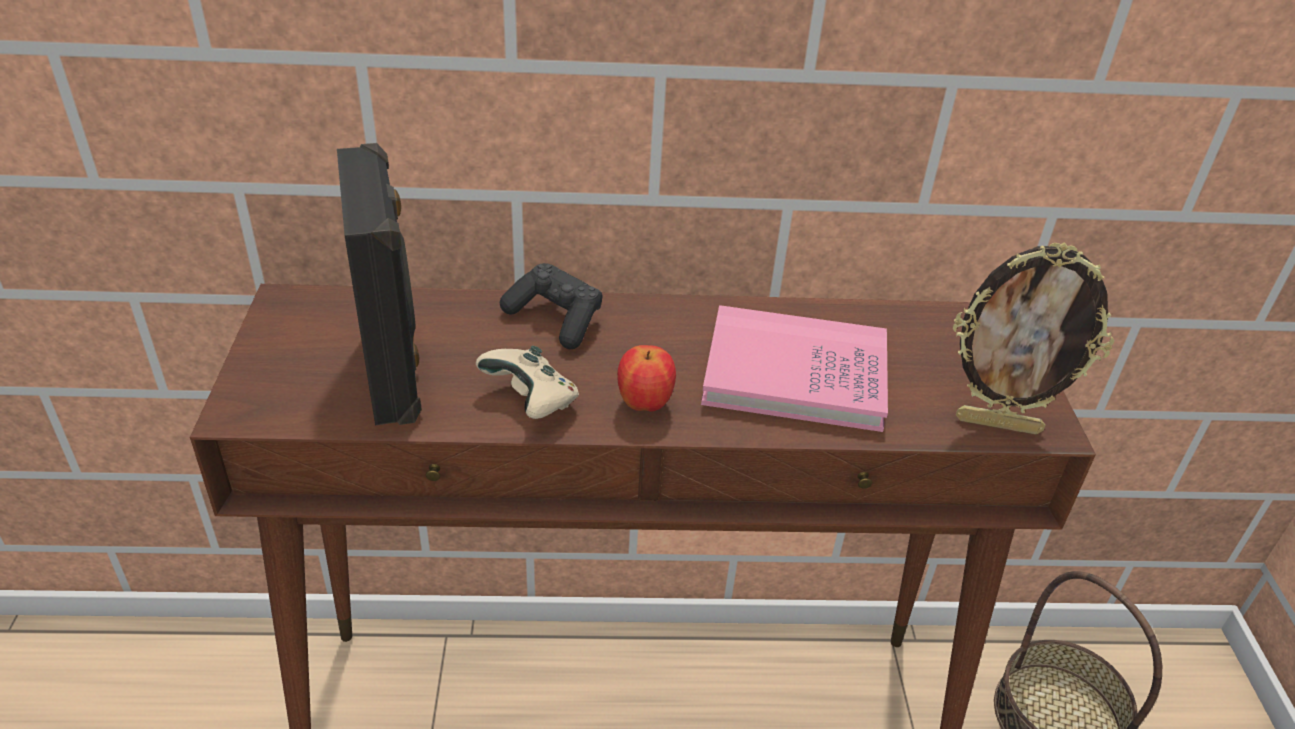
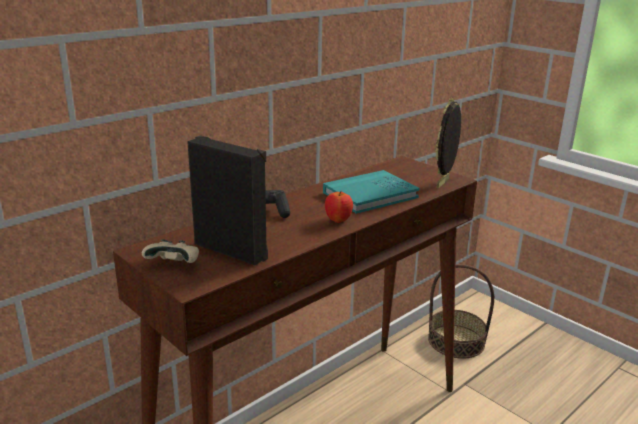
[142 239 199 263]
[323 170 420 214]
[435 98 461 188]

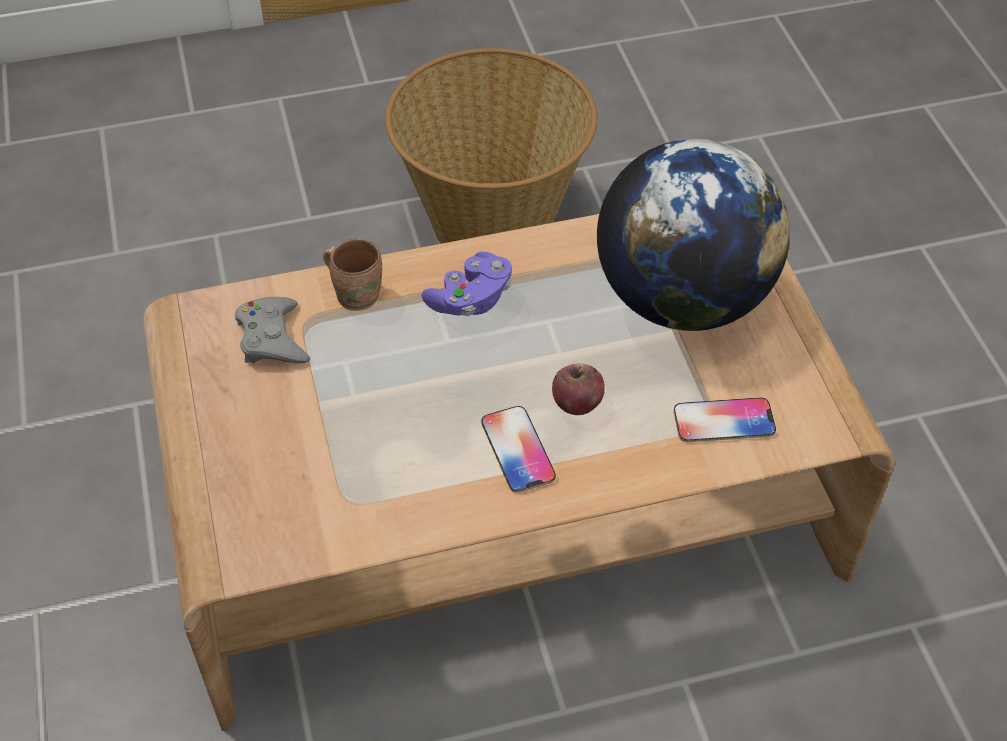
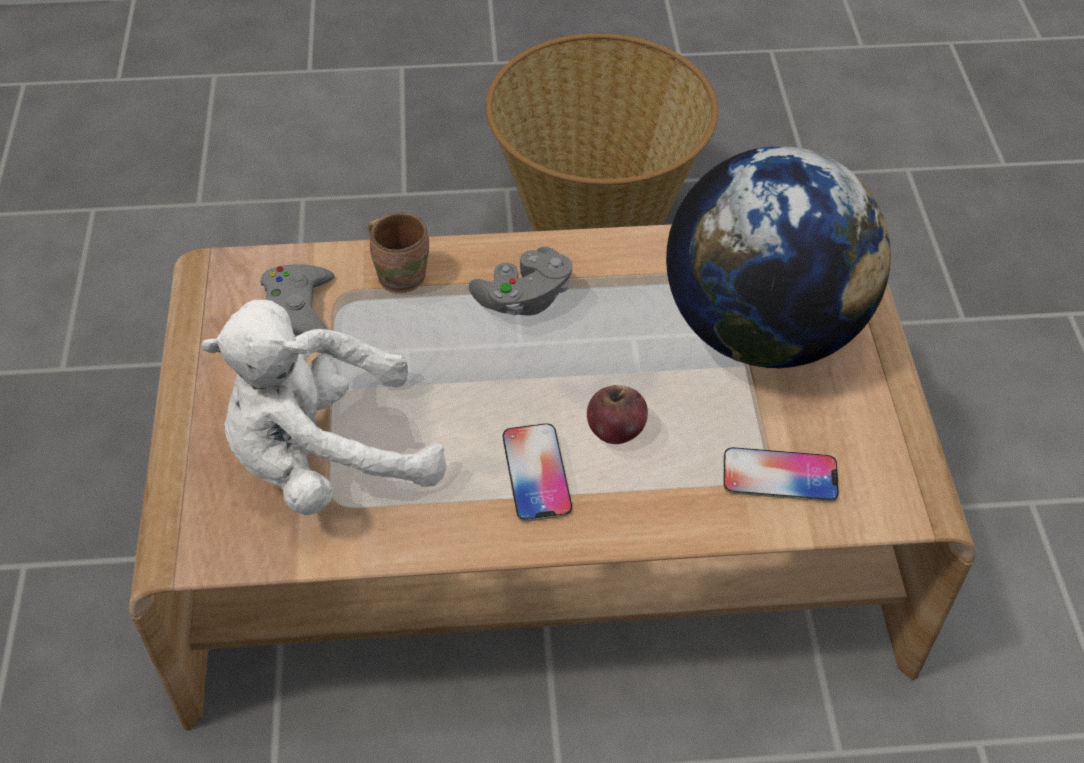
[469 247 572 316]
[201 300 447 515]

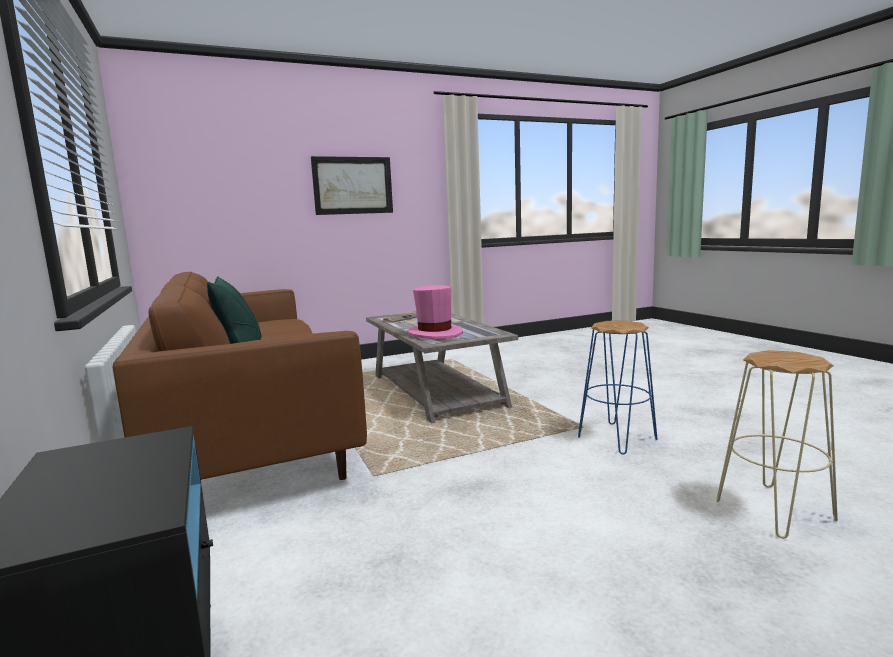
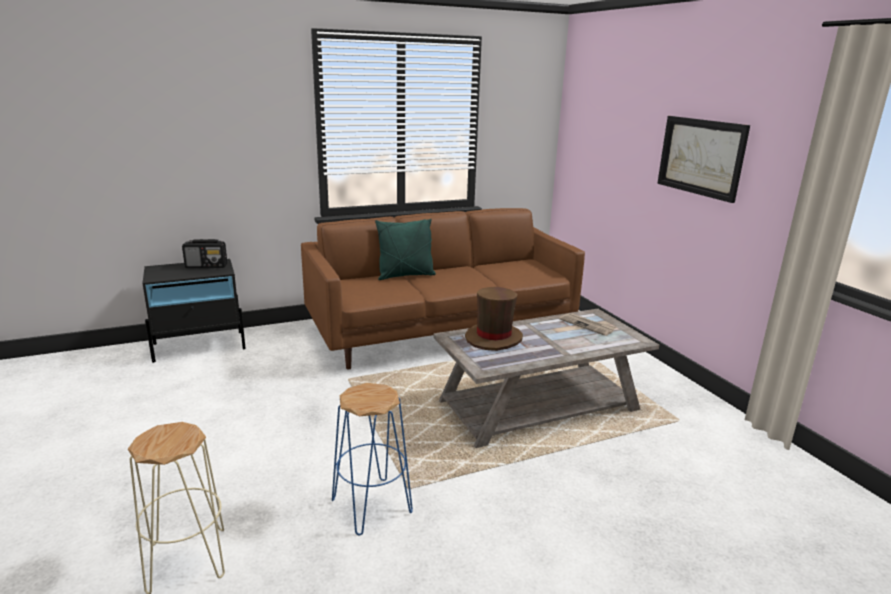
[465 287 523 351]
[182 239 227 268]

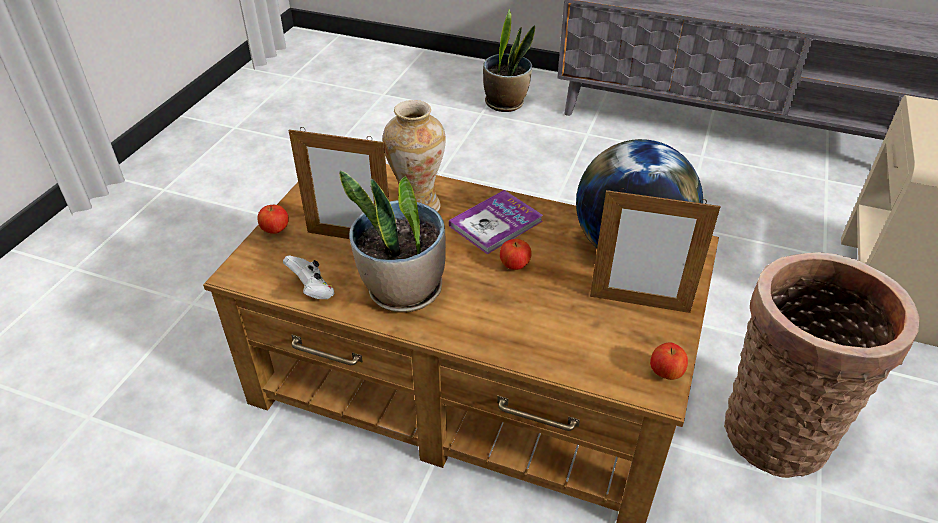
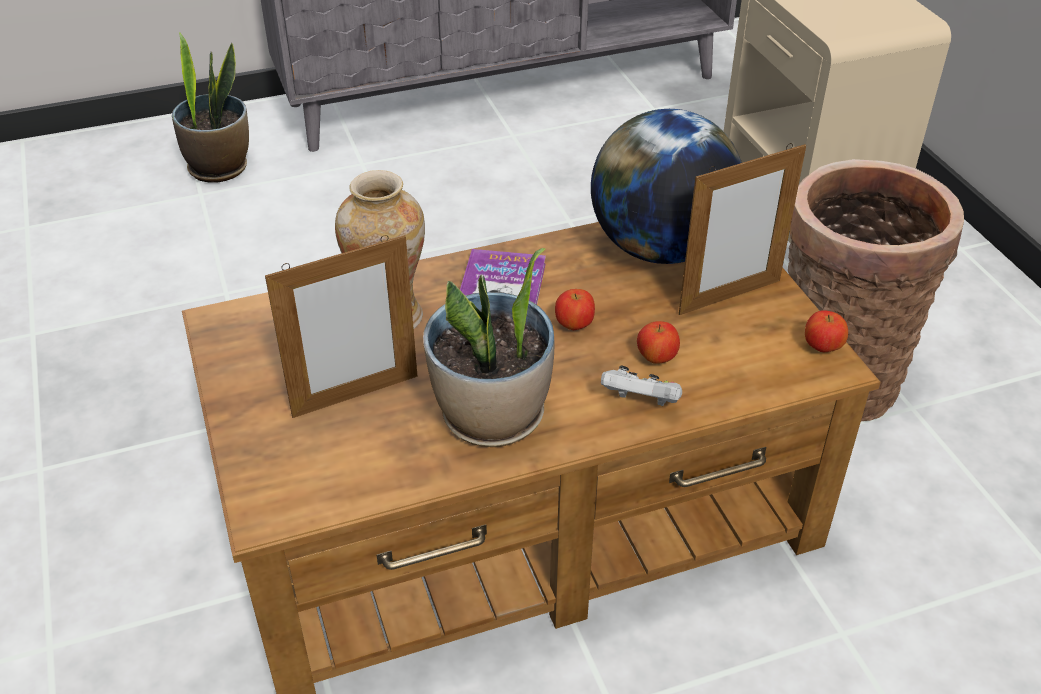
[637 321 680 364]
[601 365 682 406]

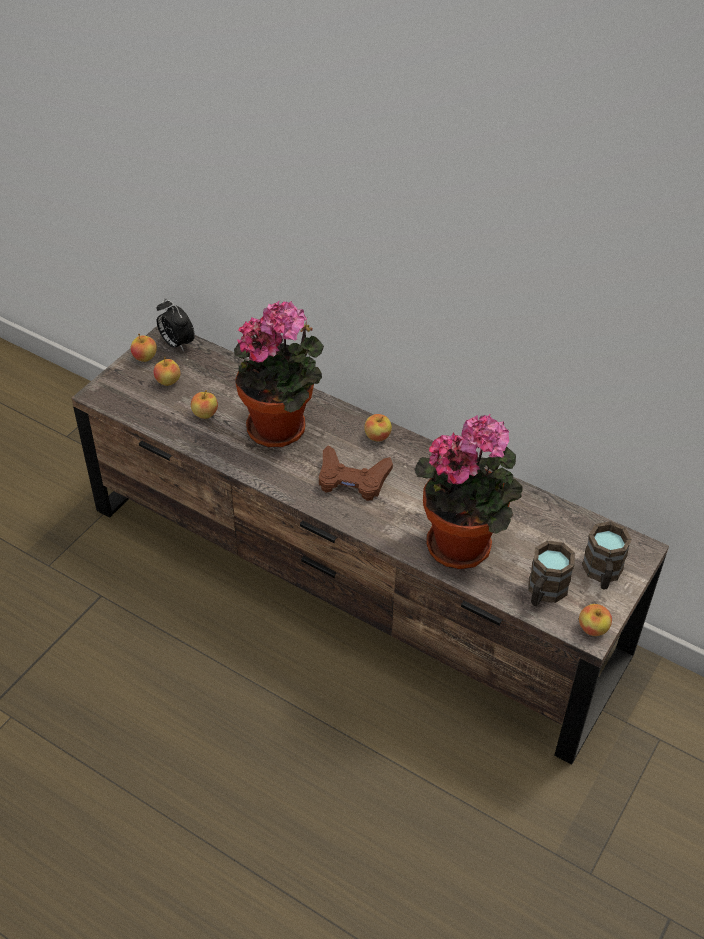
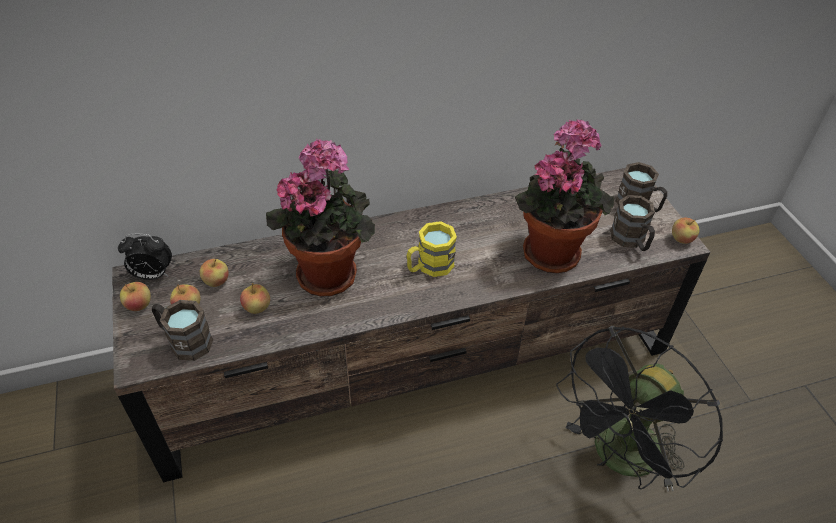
[407 221 457 277]
[200 259 229 287]
[152 300 213 361]
[556 326 723 492]

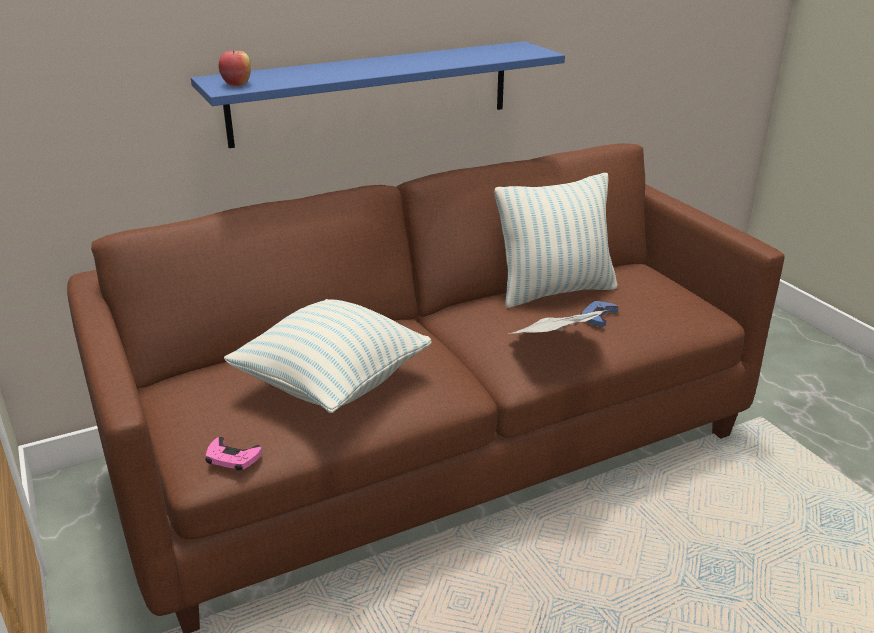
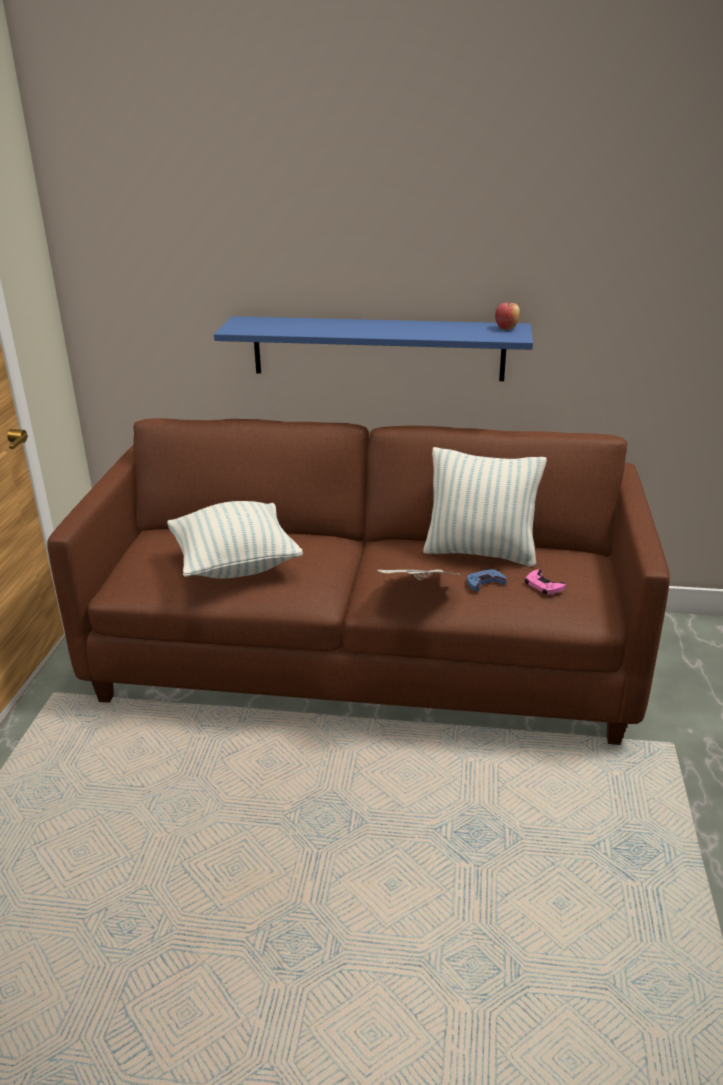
[525 569 566 595]
[495 302 520 330]

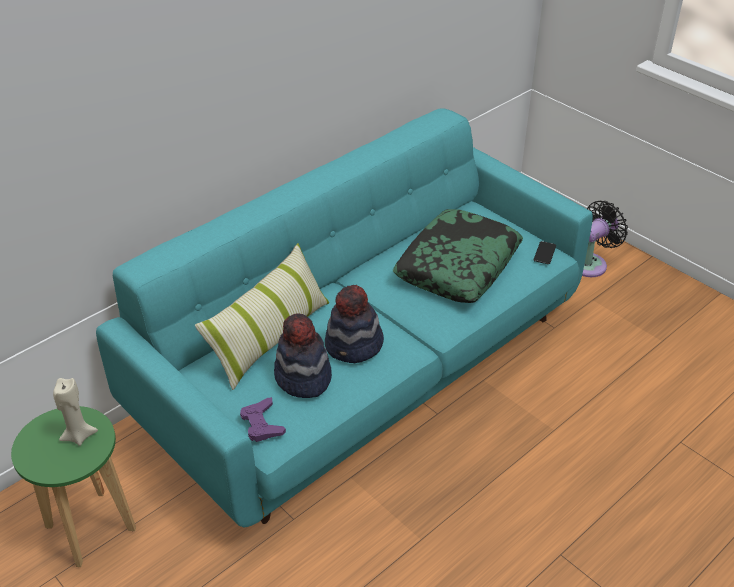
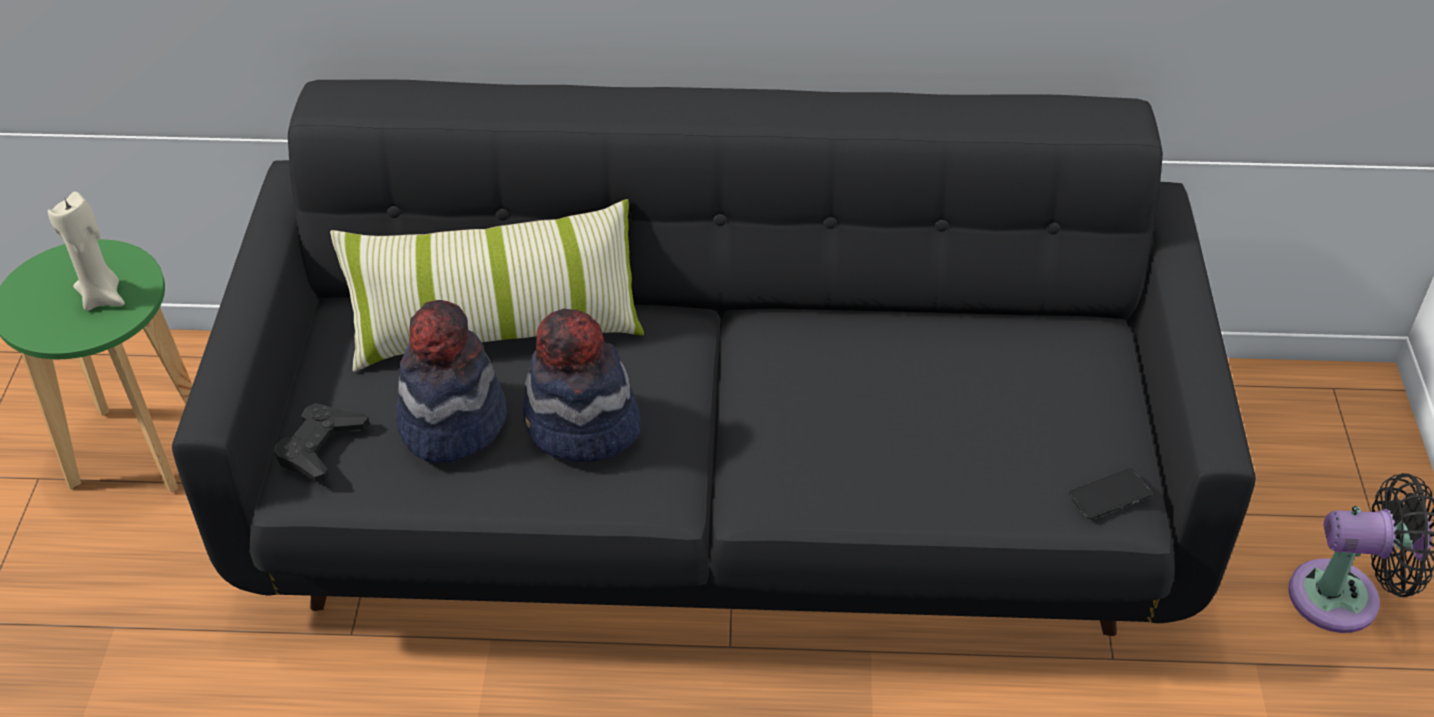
[172 79 1256 636]
[274 403 370 482]
[393 209 523 303] (first image)

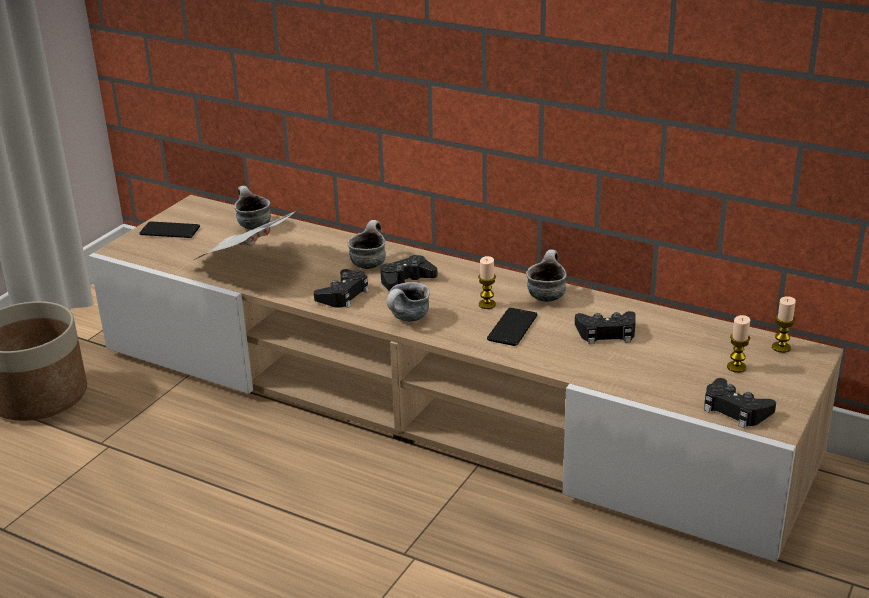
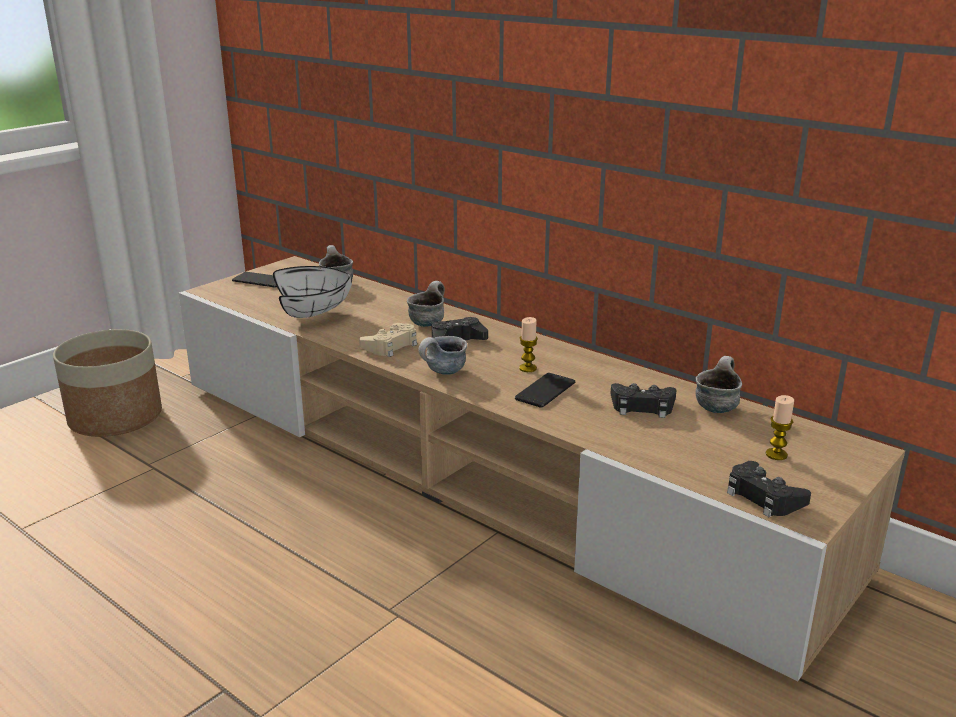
[273 266 352 318]
[359 323 417 357]
[696 356 742 413]
[772 296 796 353] (first image)

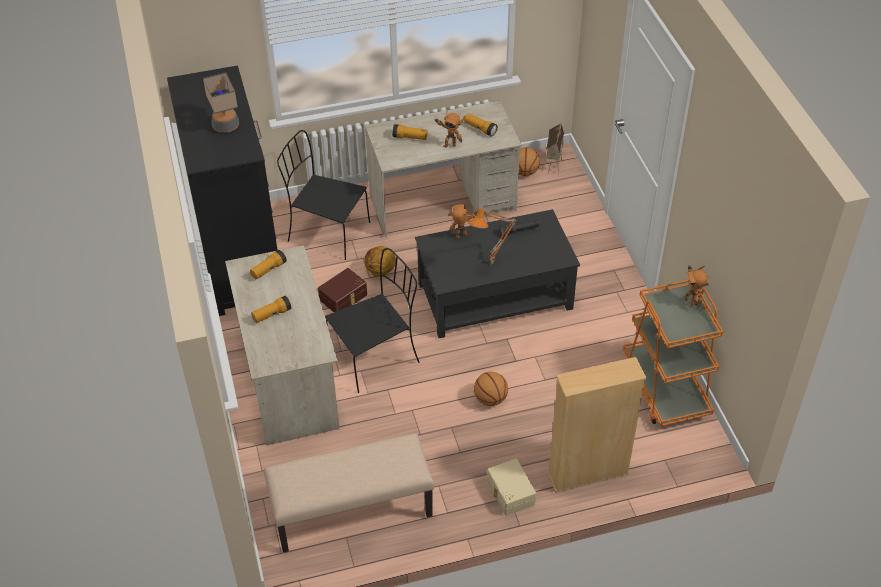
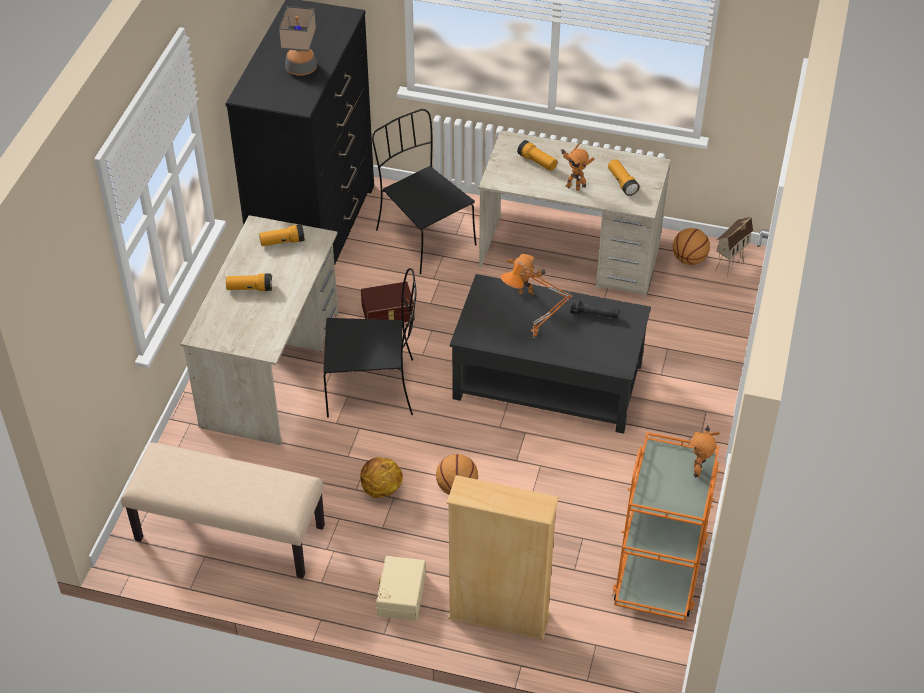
[360 457 403 498]

